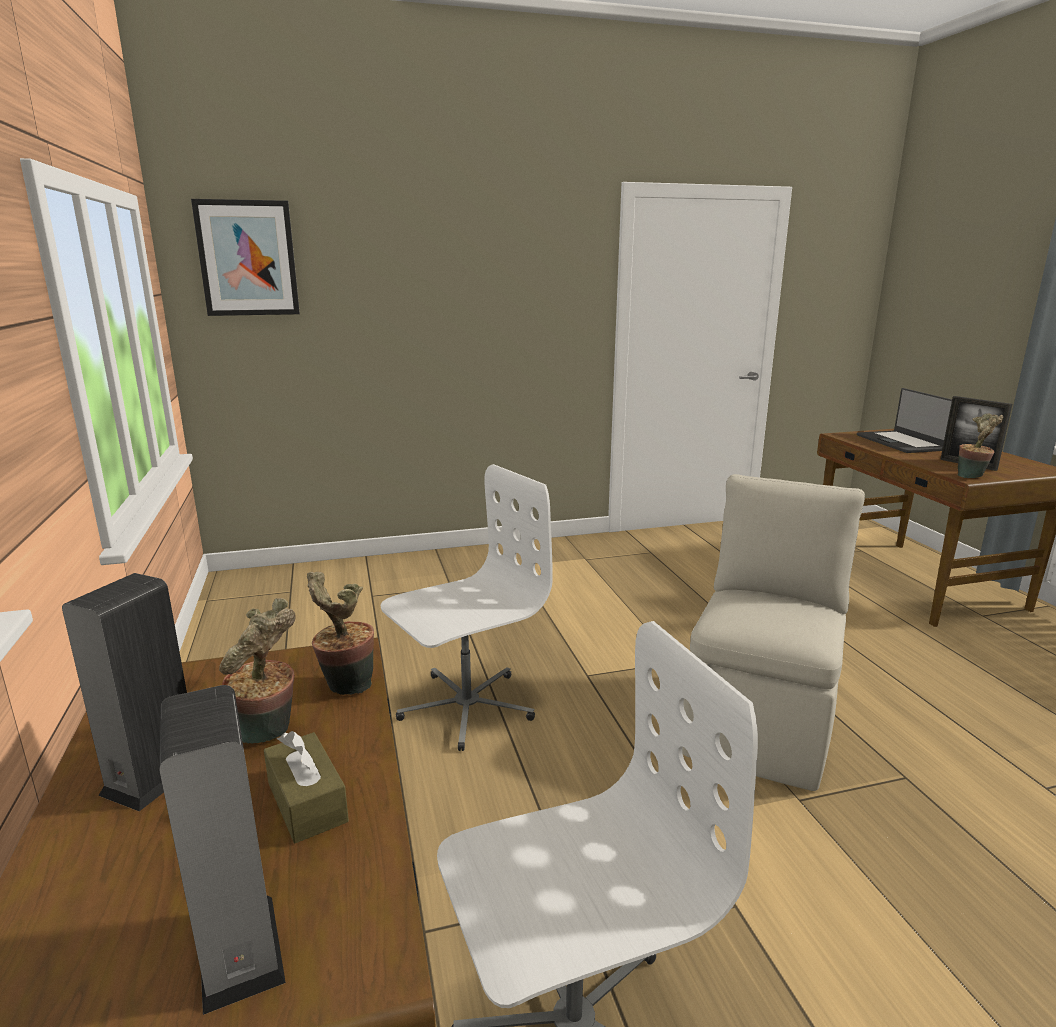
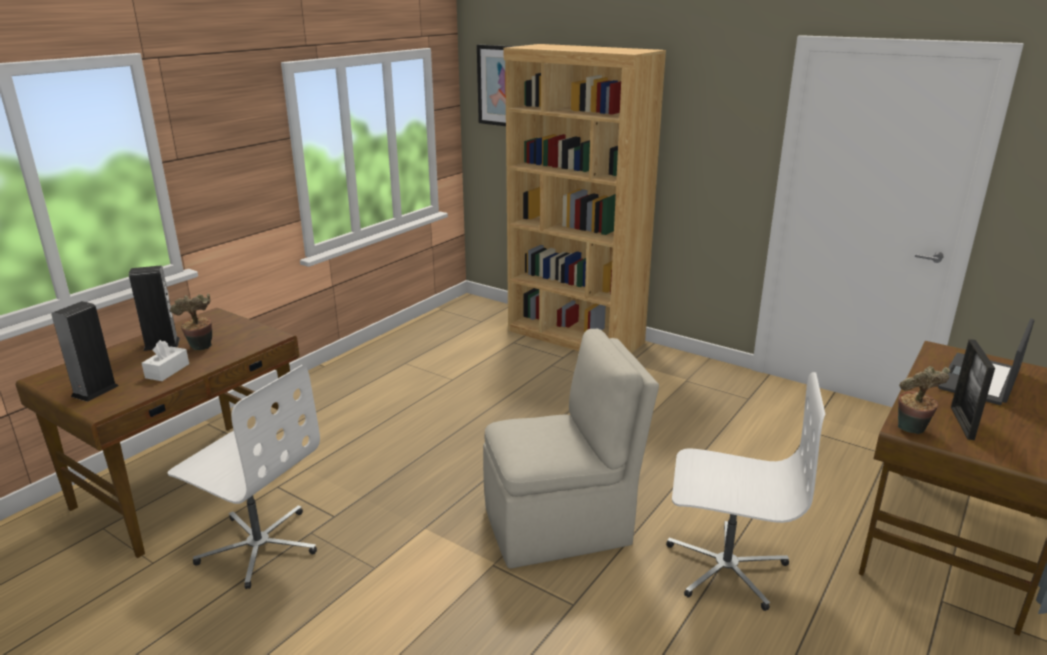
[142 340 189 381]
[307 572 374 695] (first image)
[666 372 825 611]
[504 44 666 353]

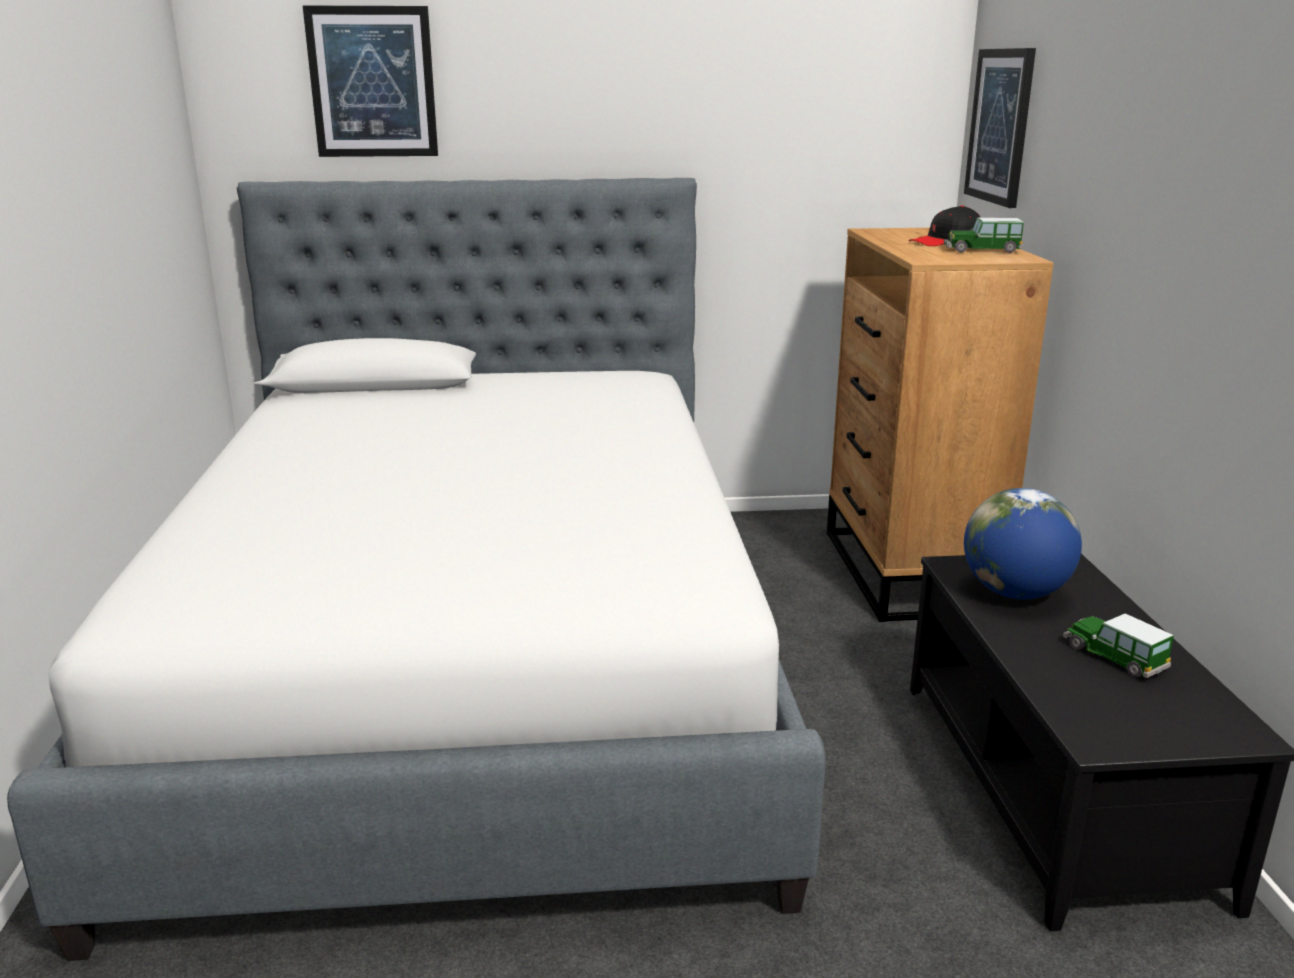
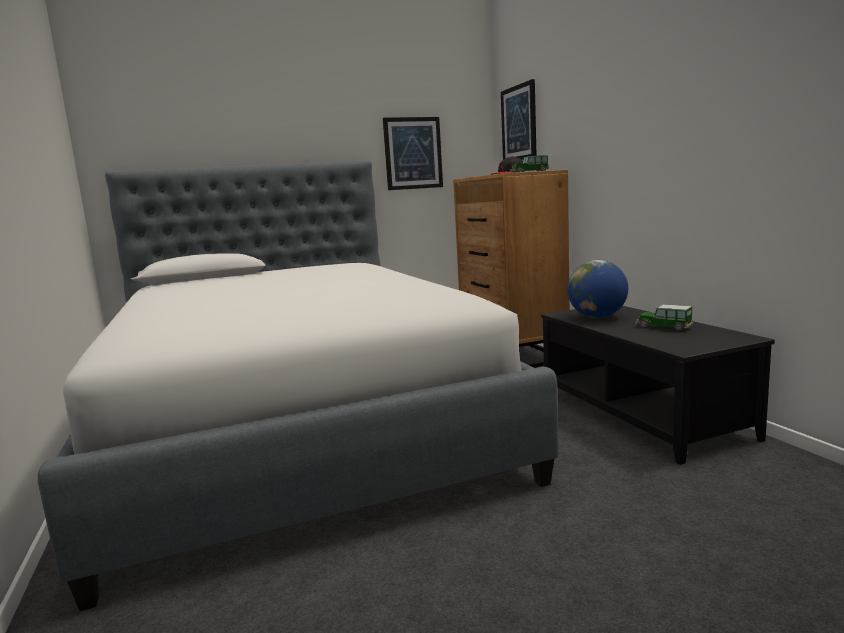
[383 117 443 190]

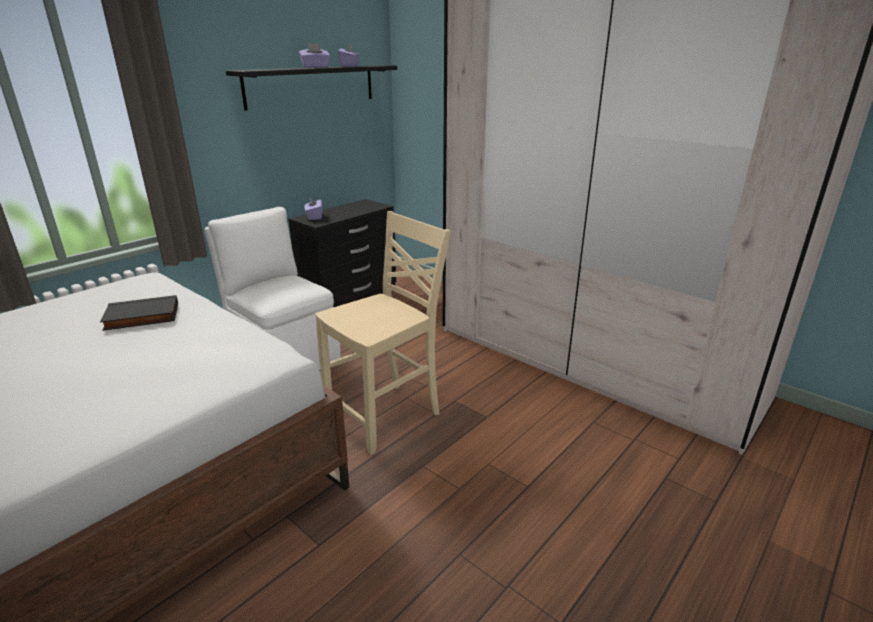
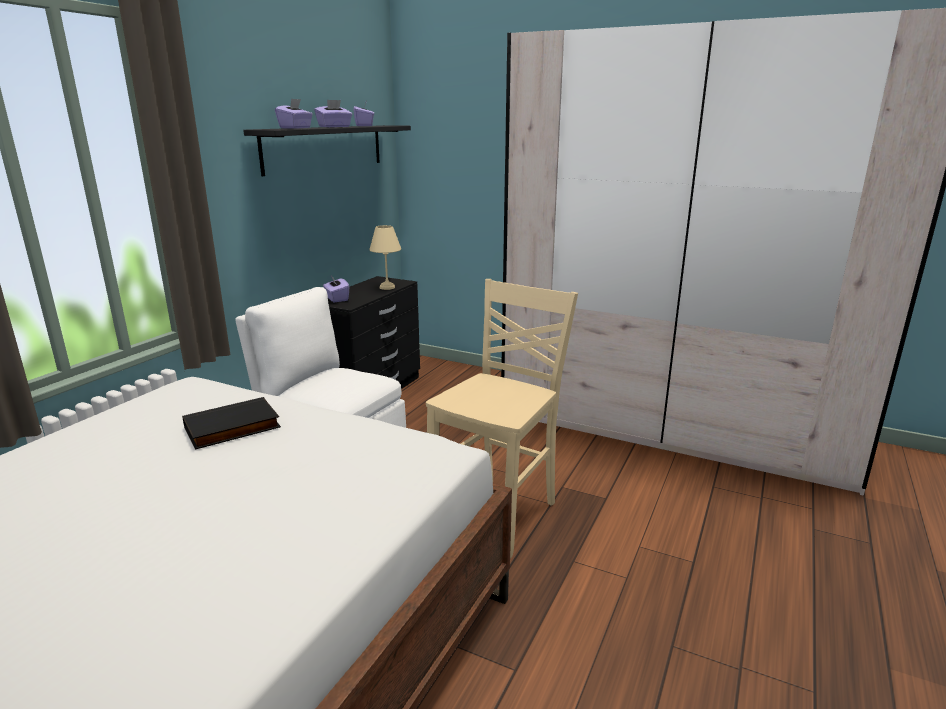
[275 98 313 129]
[369 225 401 290]

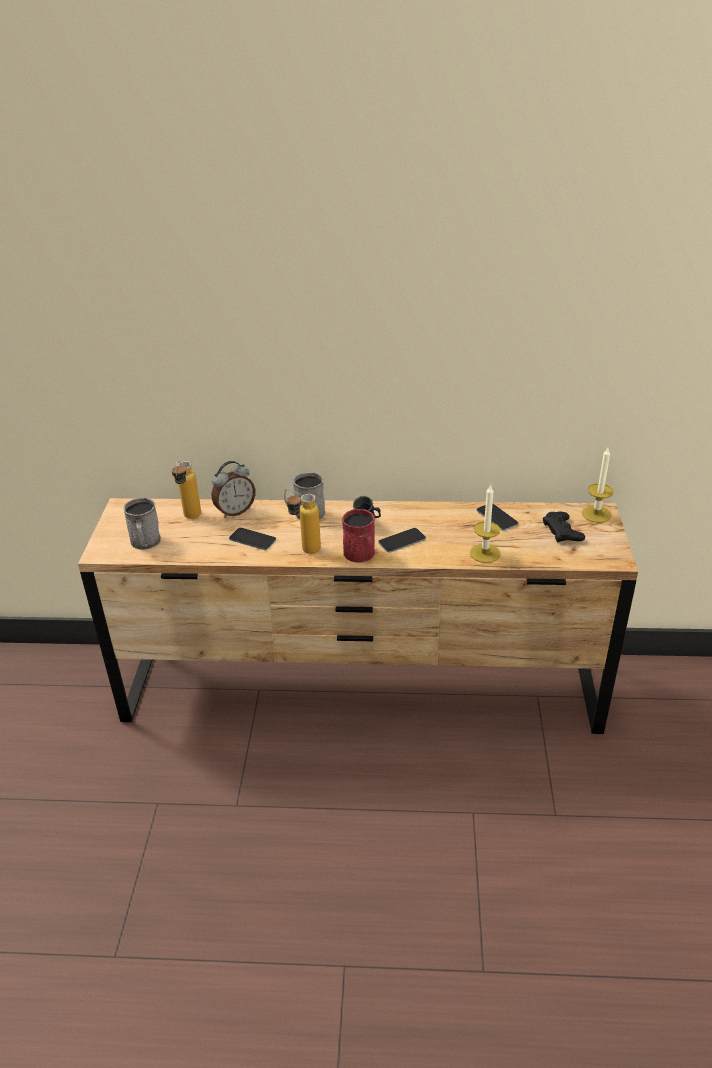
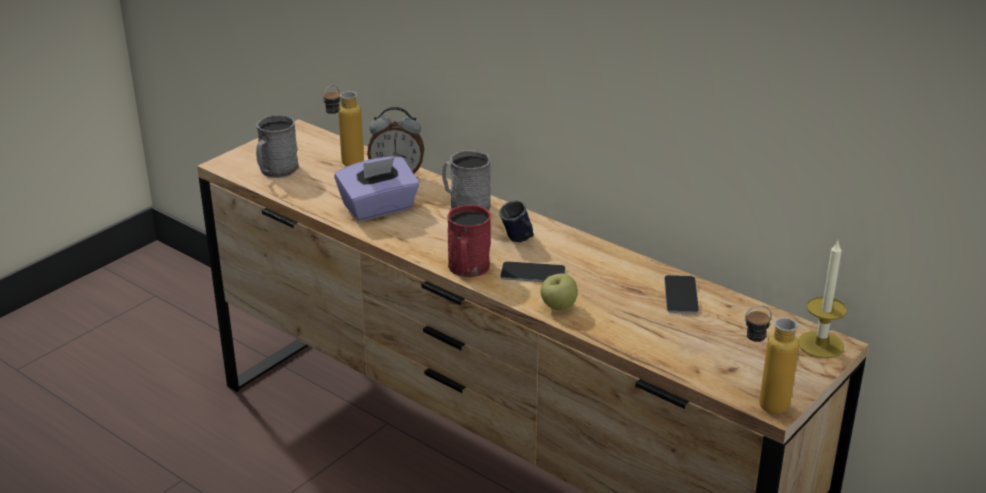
[335 157 419 221]
[745 305 799 414]
[470 484 501 563] (first image)
[543 512 585 543] (first image)
[541 273 577 310]

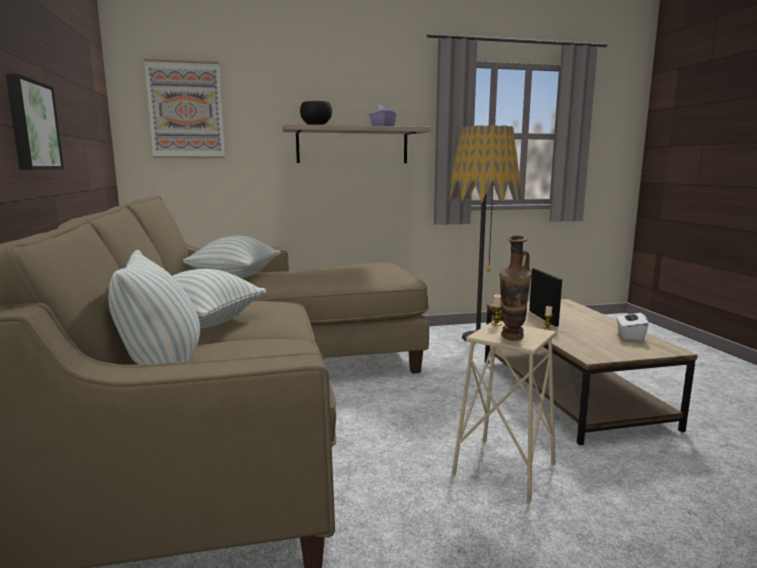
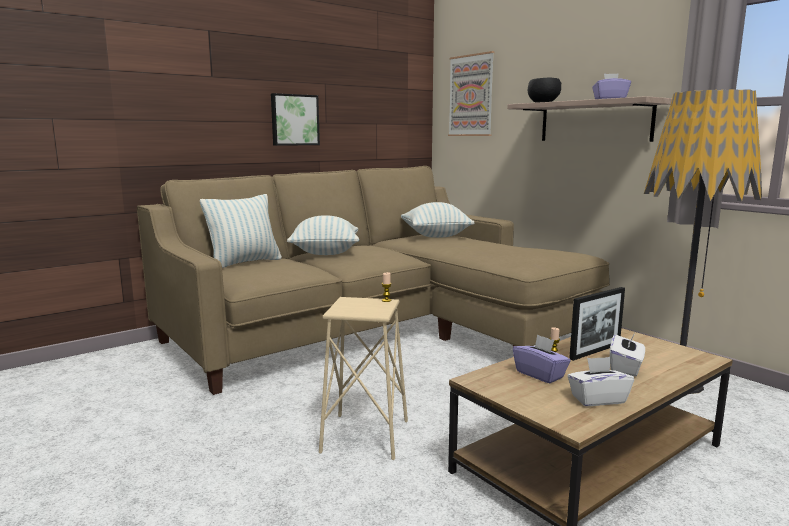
[499 235 532 341] (first image)
[513 334 571 383]
[610 331 645 376]

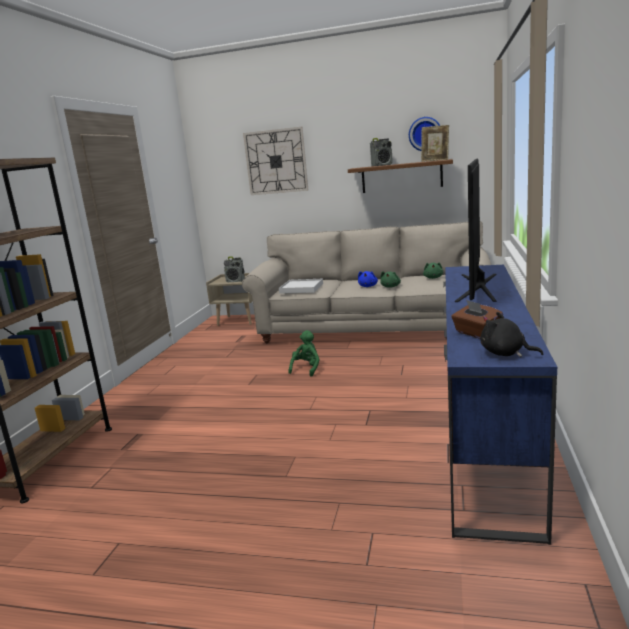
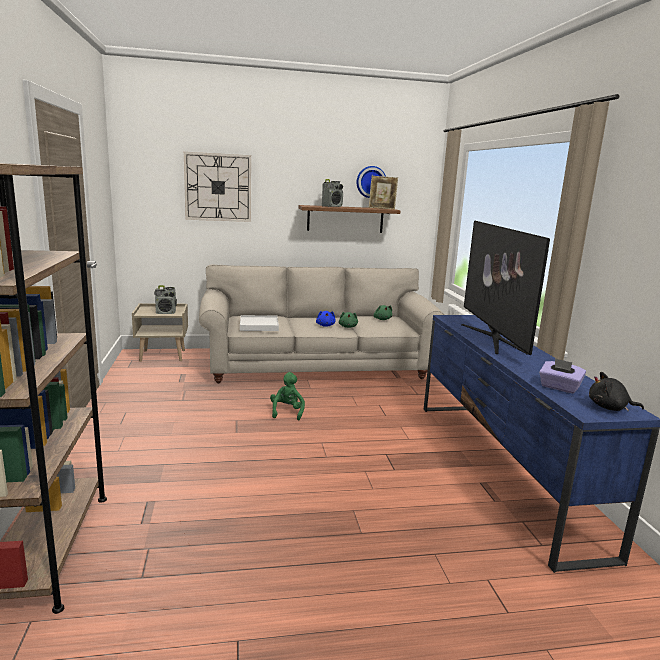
[539 358 586 394]

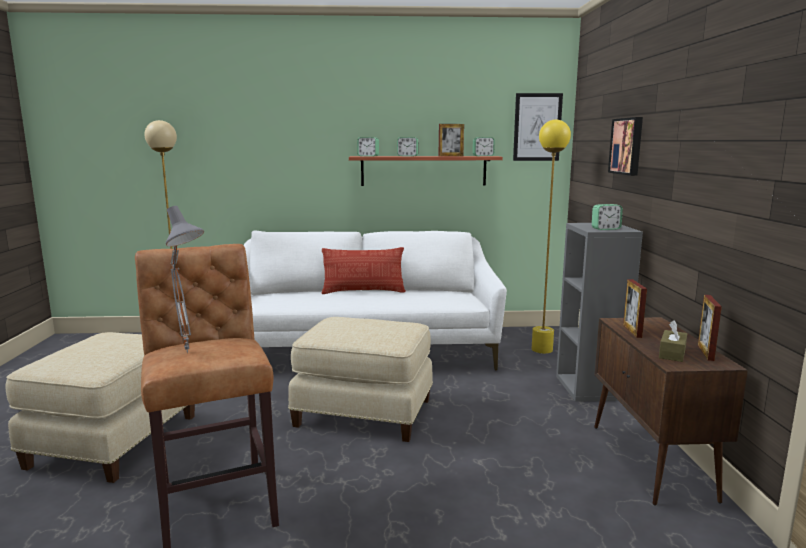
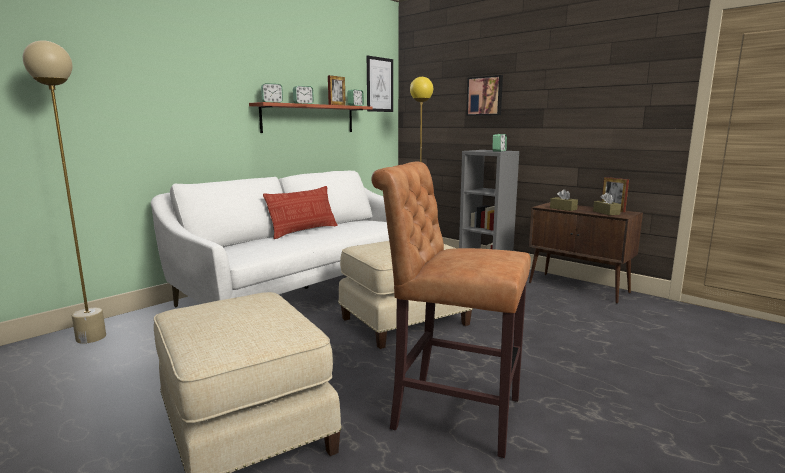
[166 206 204 353] (first image)
[550 189 578 211]

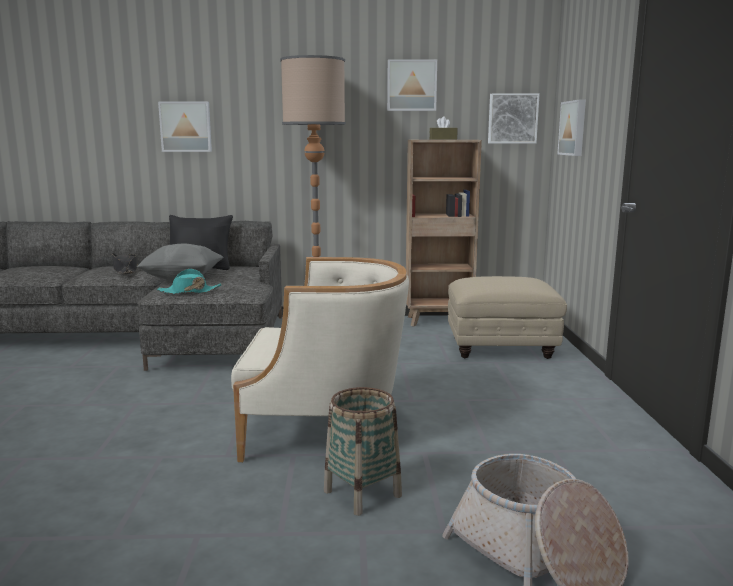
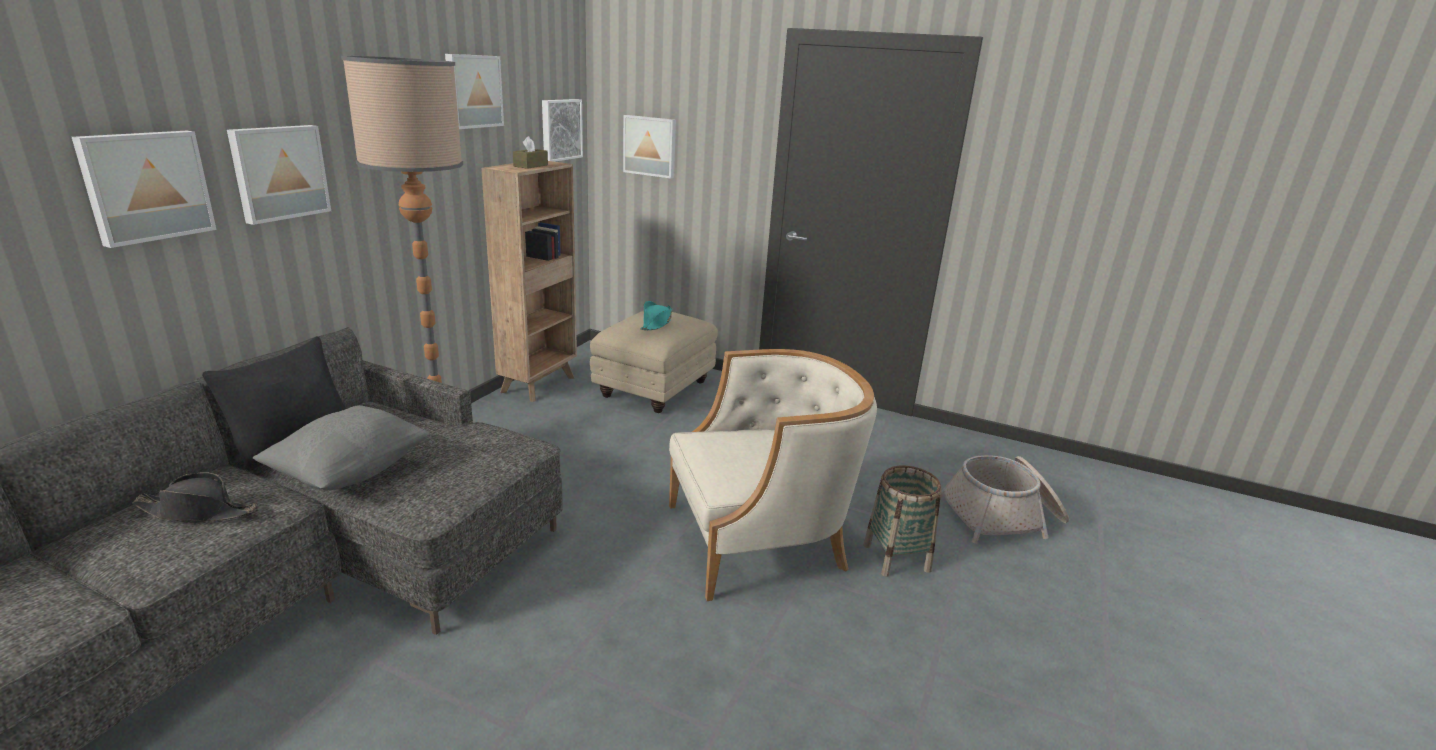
[641 301 672 330]
[669 349 877 601]
[227 125 331 225]

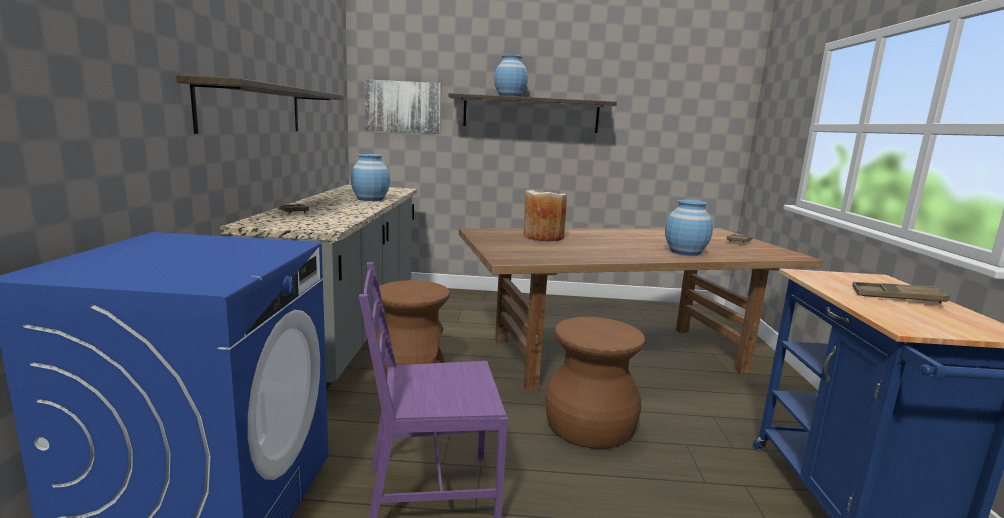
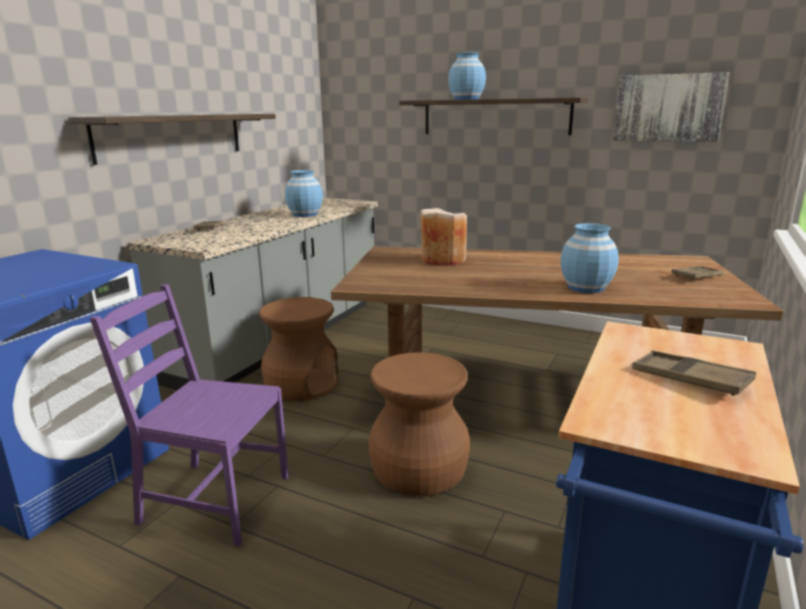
[613 72 730 142]

